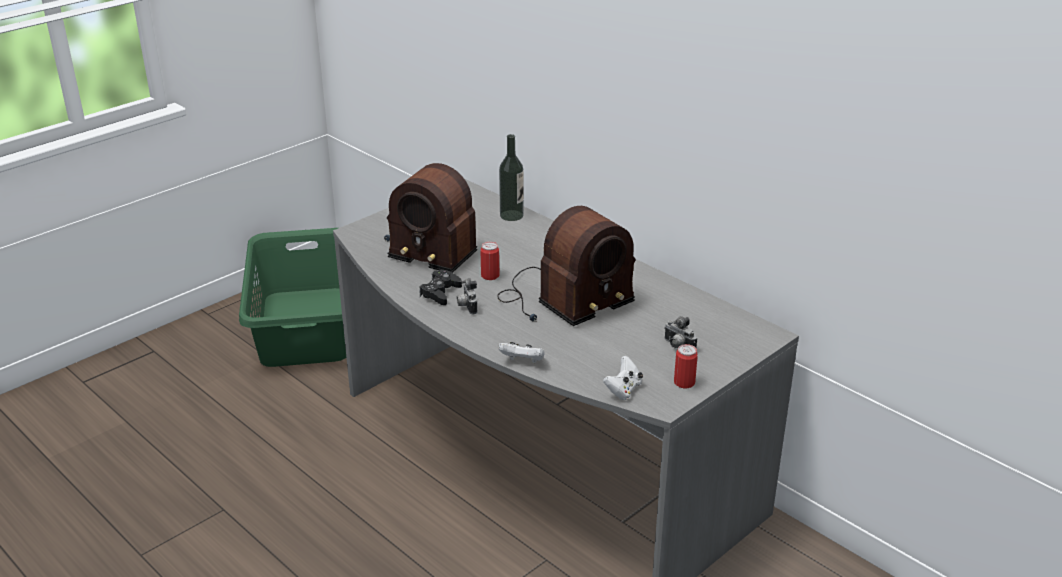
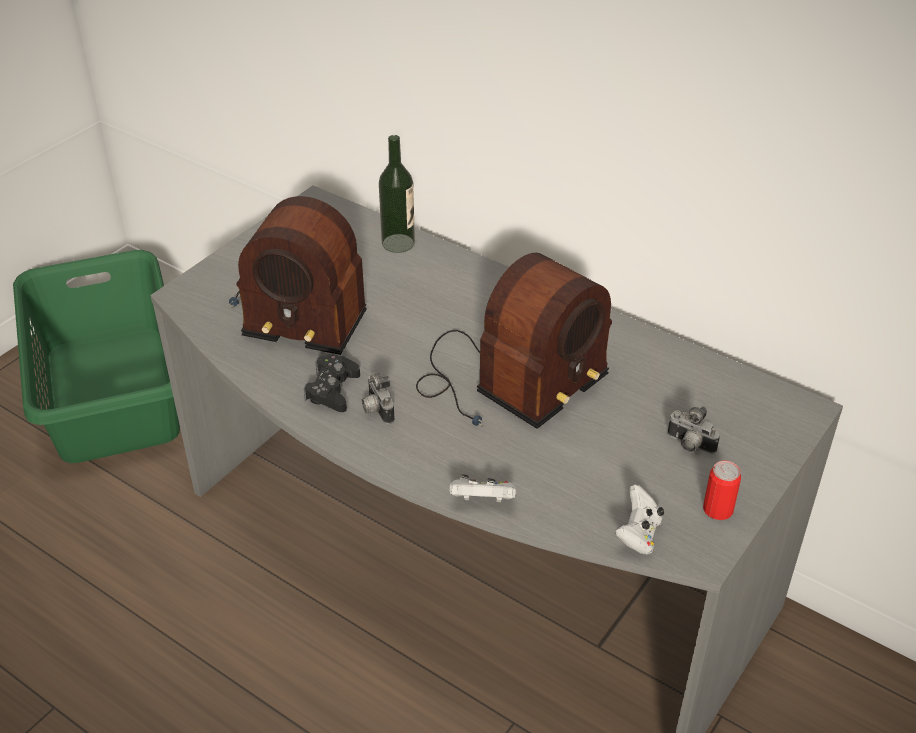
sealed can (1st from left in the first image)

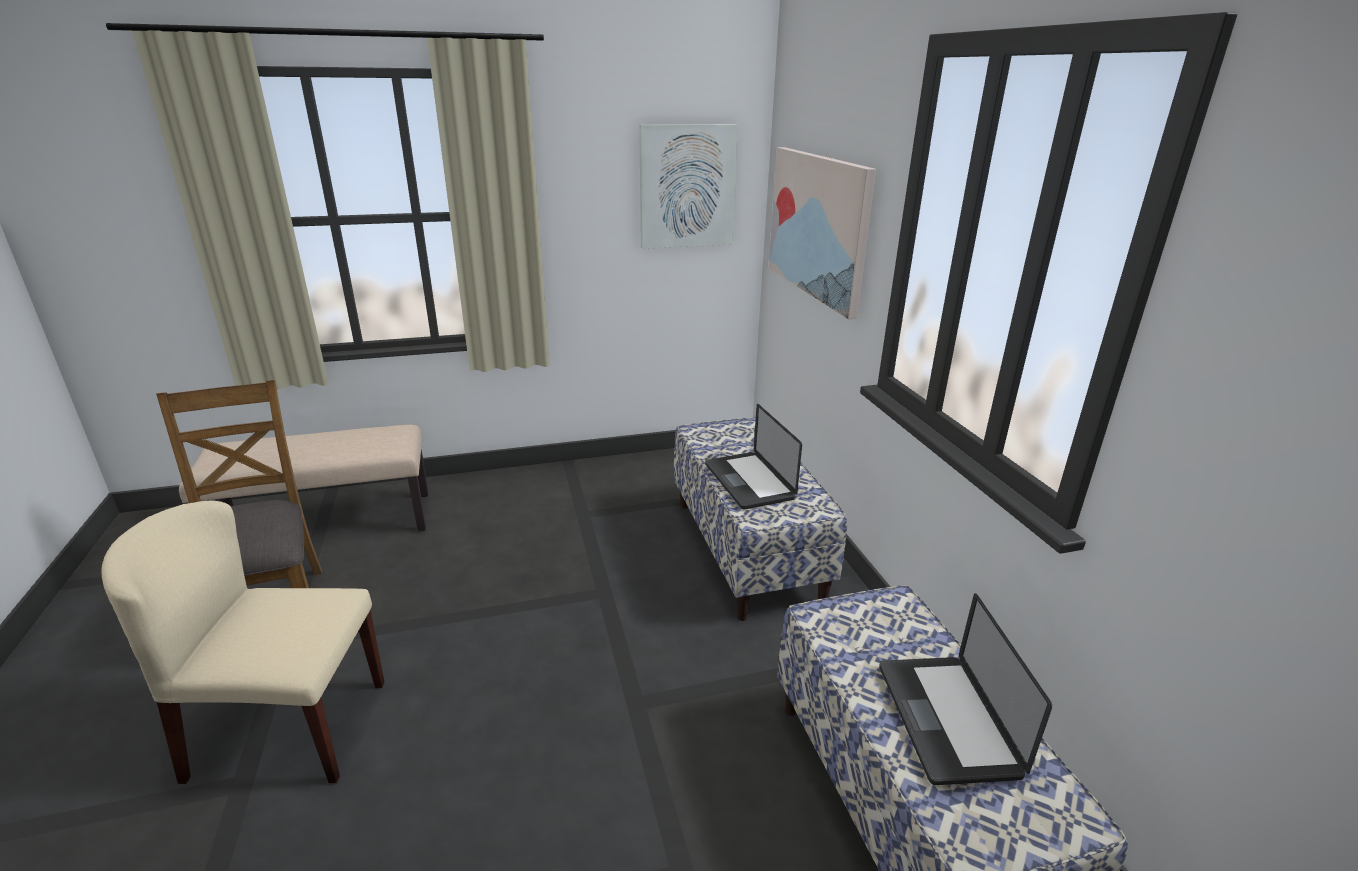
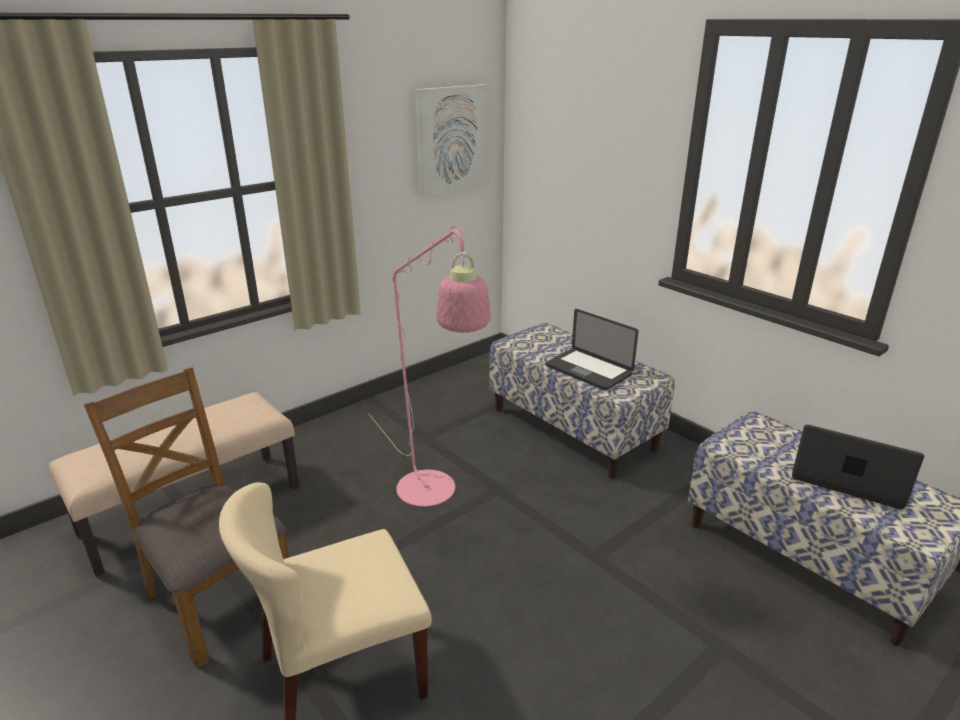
picture (2nd from left in the first image)
portable computer (2nd from left)
standing lamp/pinkish

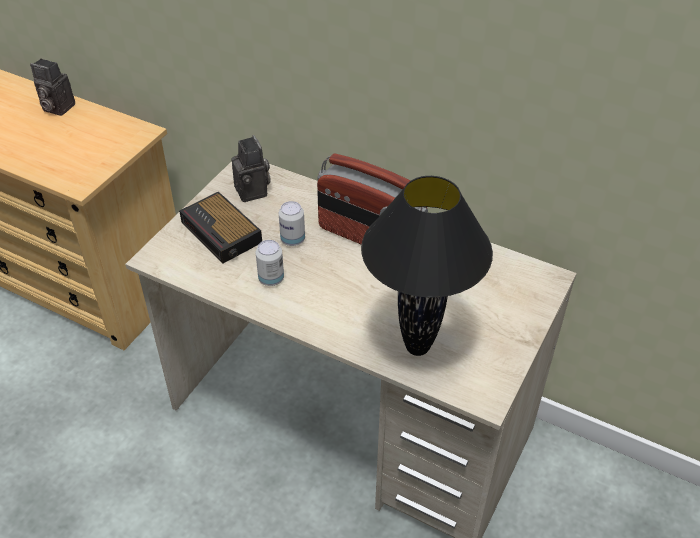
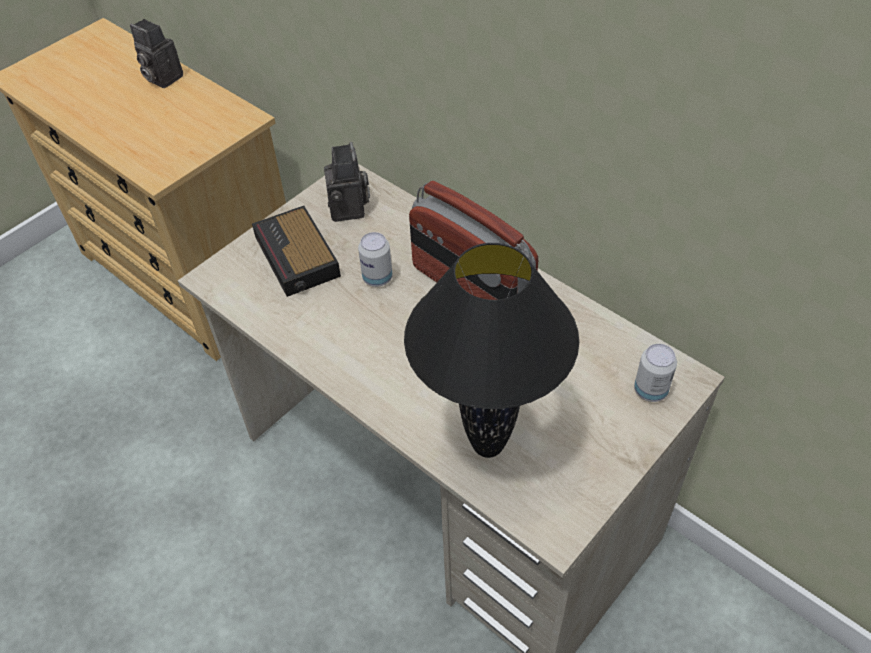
sealed can (2nd from left)

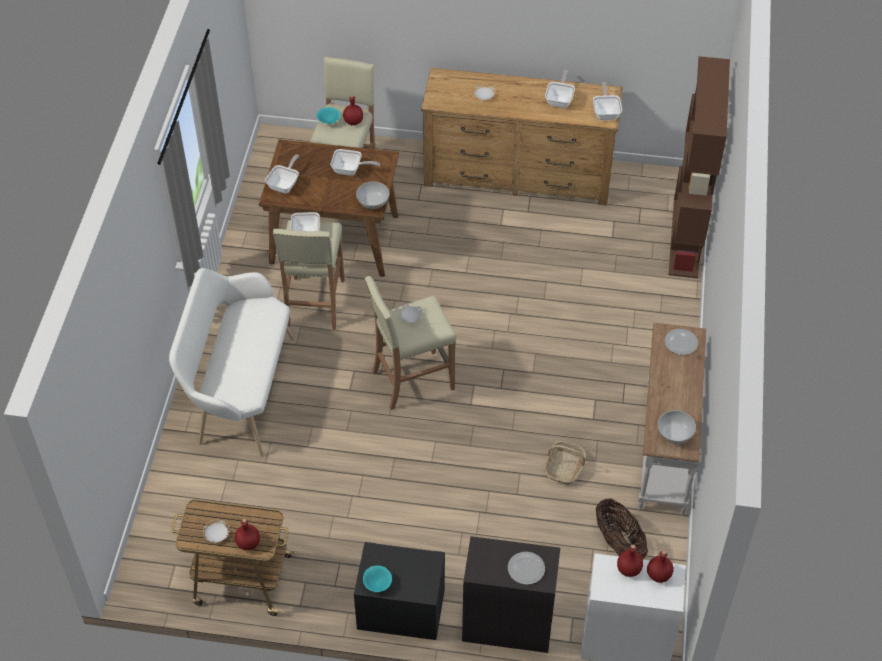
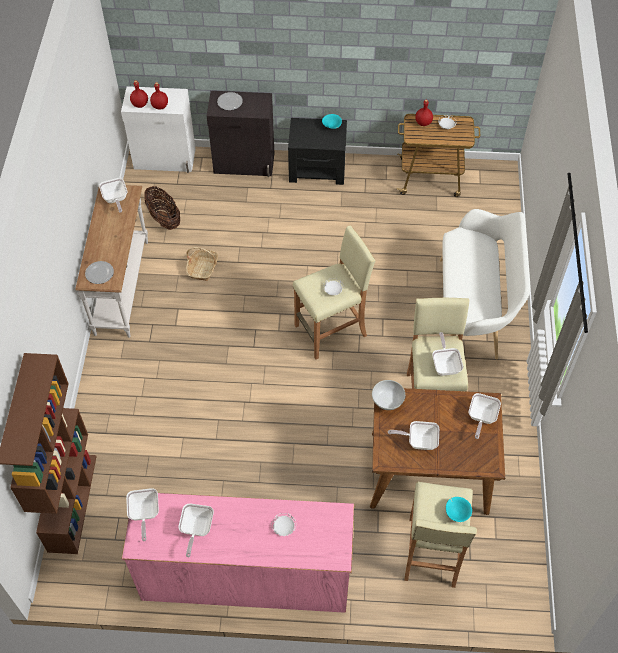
drawer chest/pinkish
beverage bottle/reddish (2nd from left in the first image)
frying pan (1st from left)

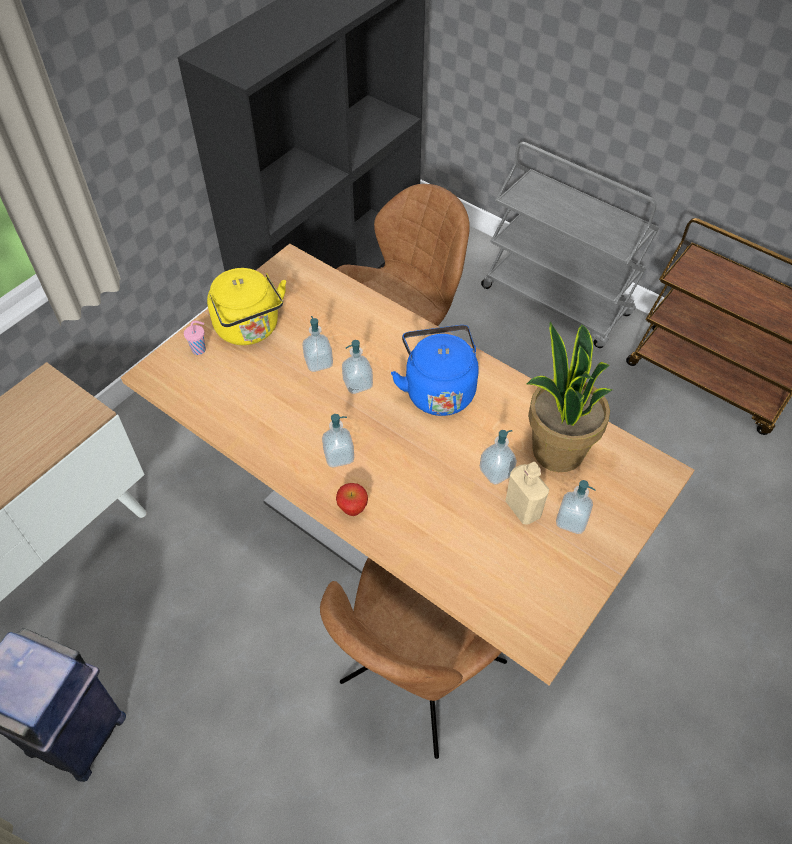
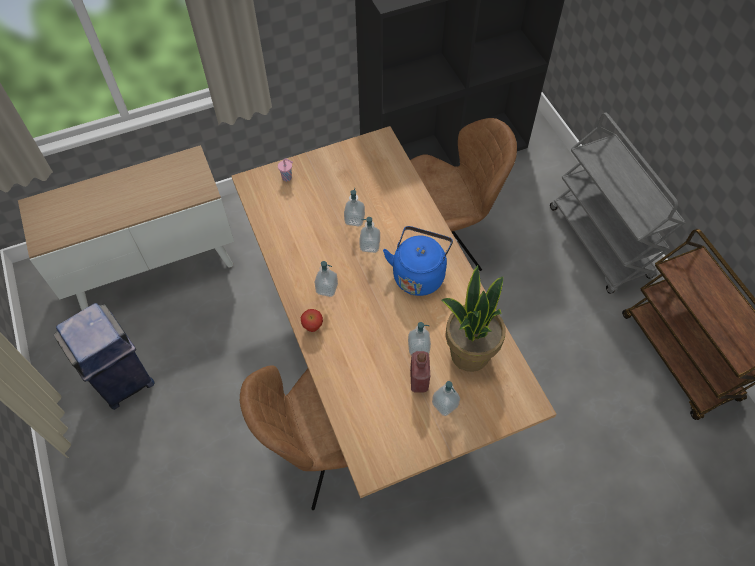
water kettle/yellowish
beverage bottle/reddish

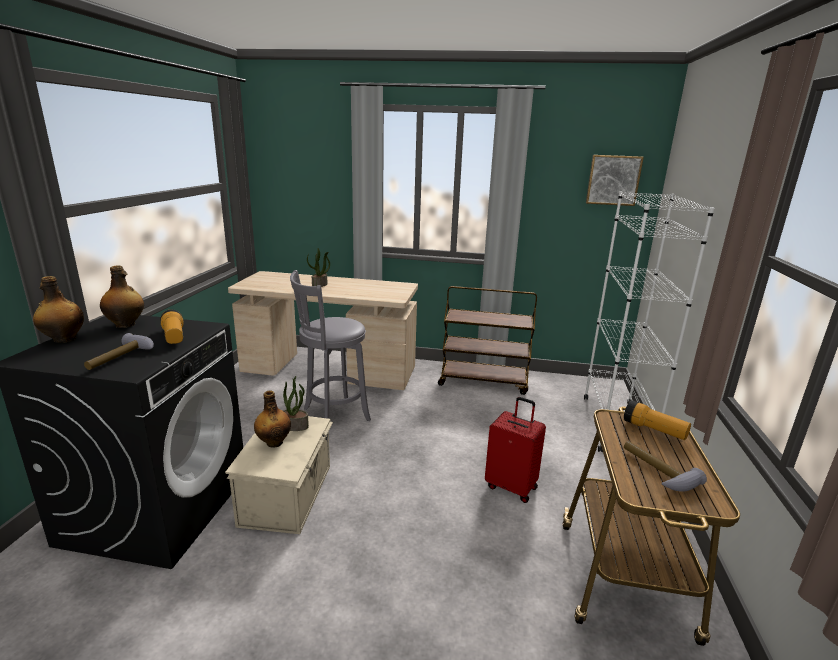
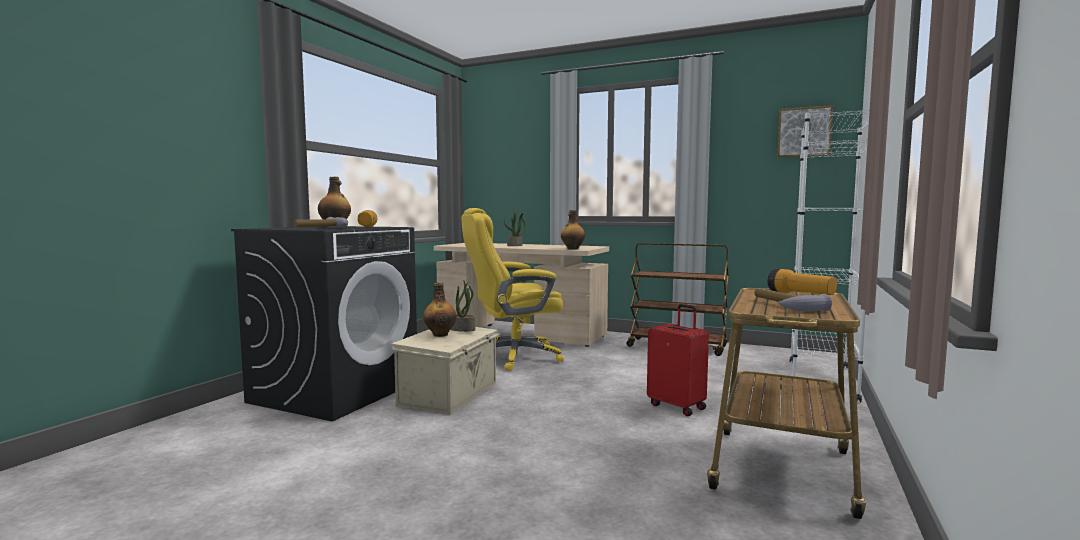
desk chair/yellowish
beverage bottle (3rd from left)

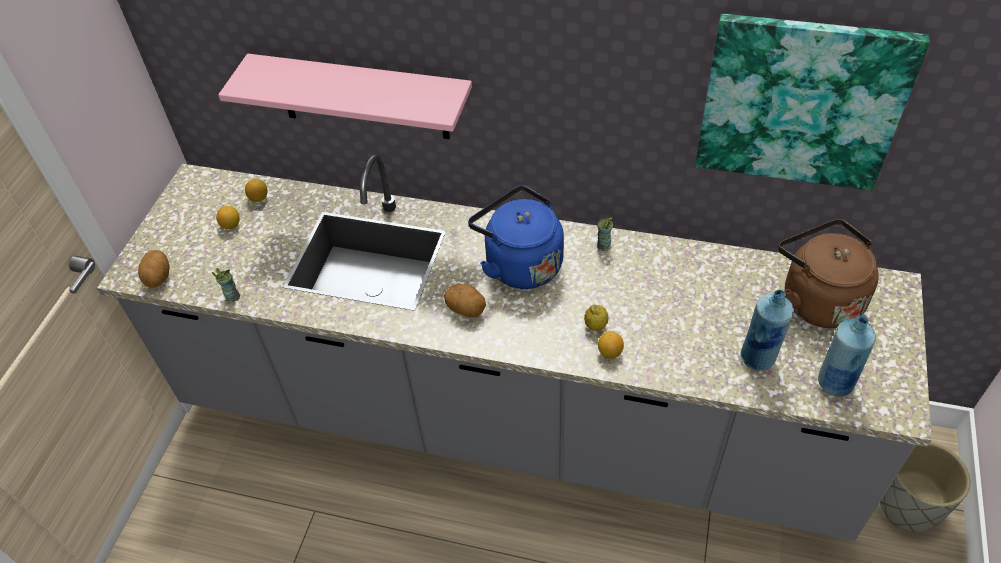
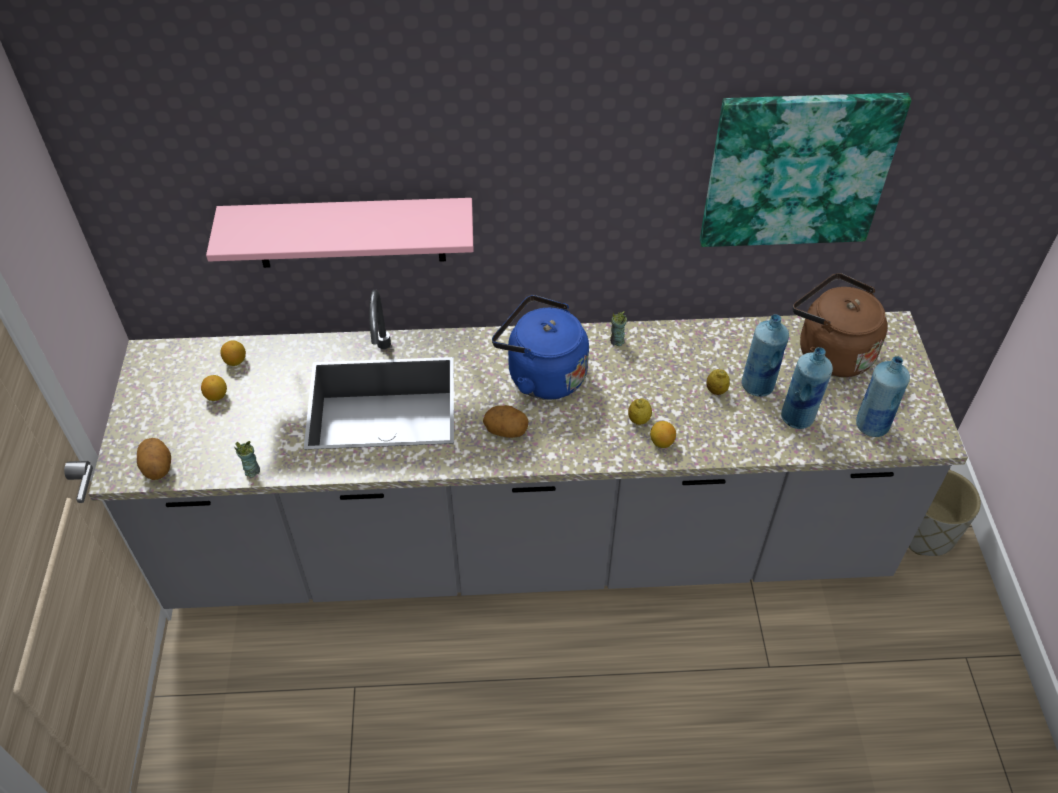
beverage bottle/bluish (1st from left)
citrus fruit (5th from left)

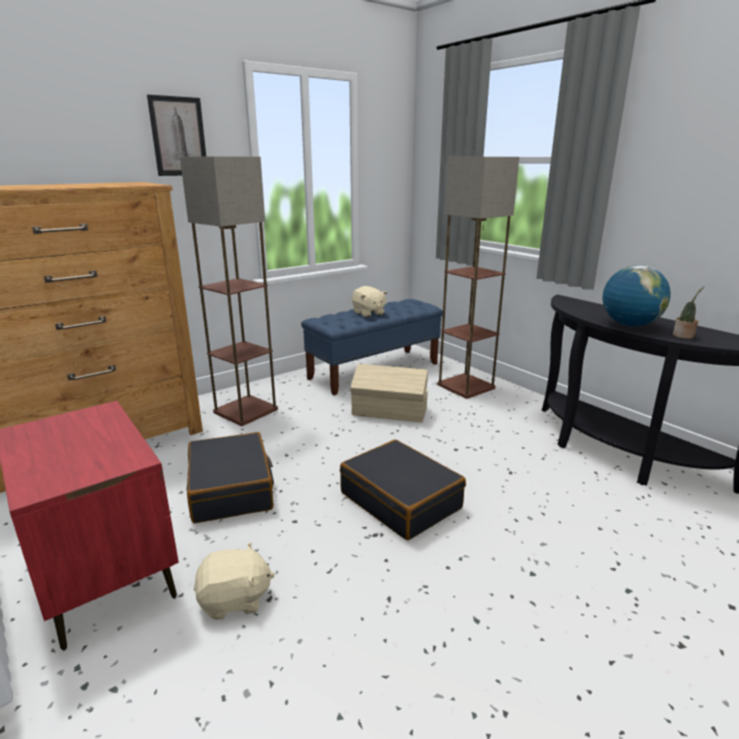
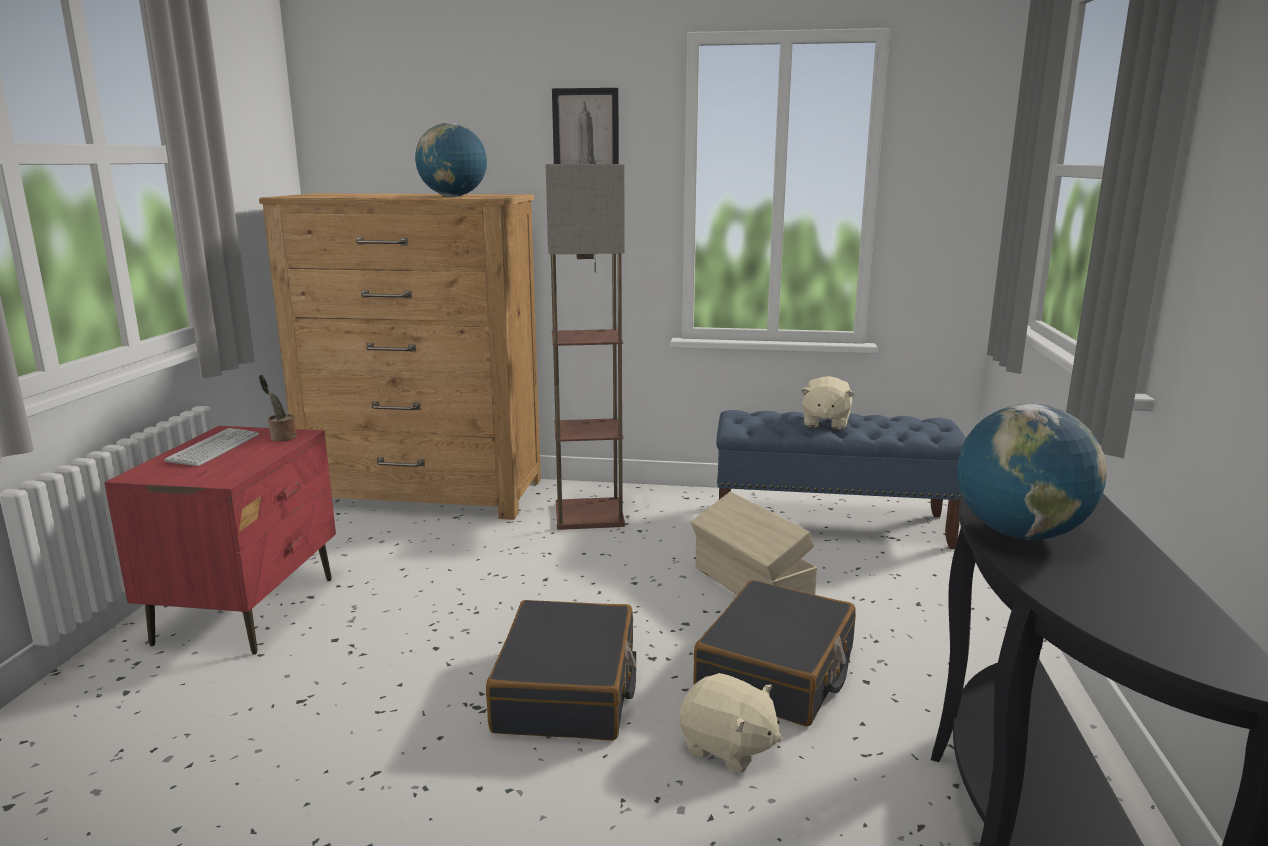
standing lamp (2nd from left in the first image)
plant in a pot
piece of luggage/black (2nd from left)
cuddly toy/sand-coloured (1st from left)
desk globe (1st from left)
computer keyboard

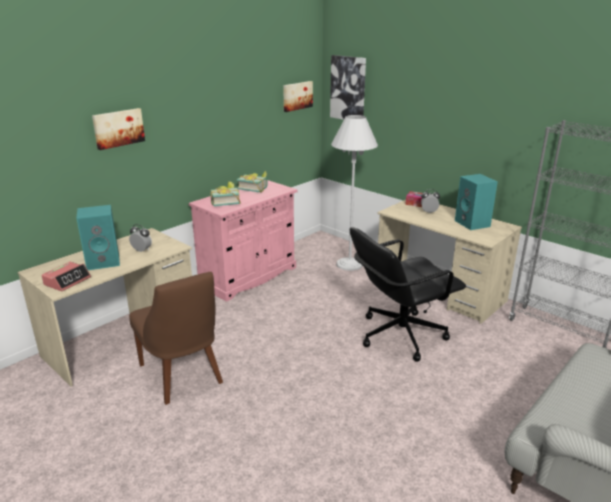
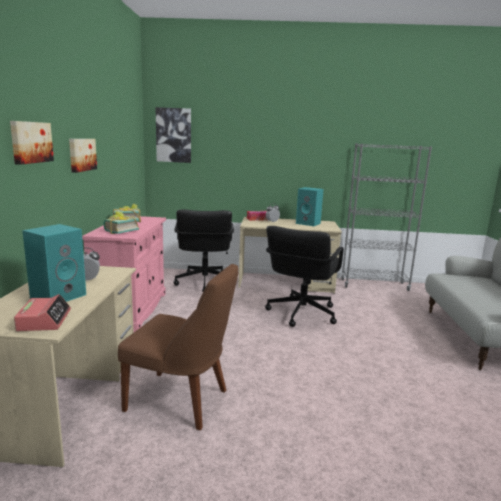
picture (2nd from left)
desk chair/black (1st from left)

